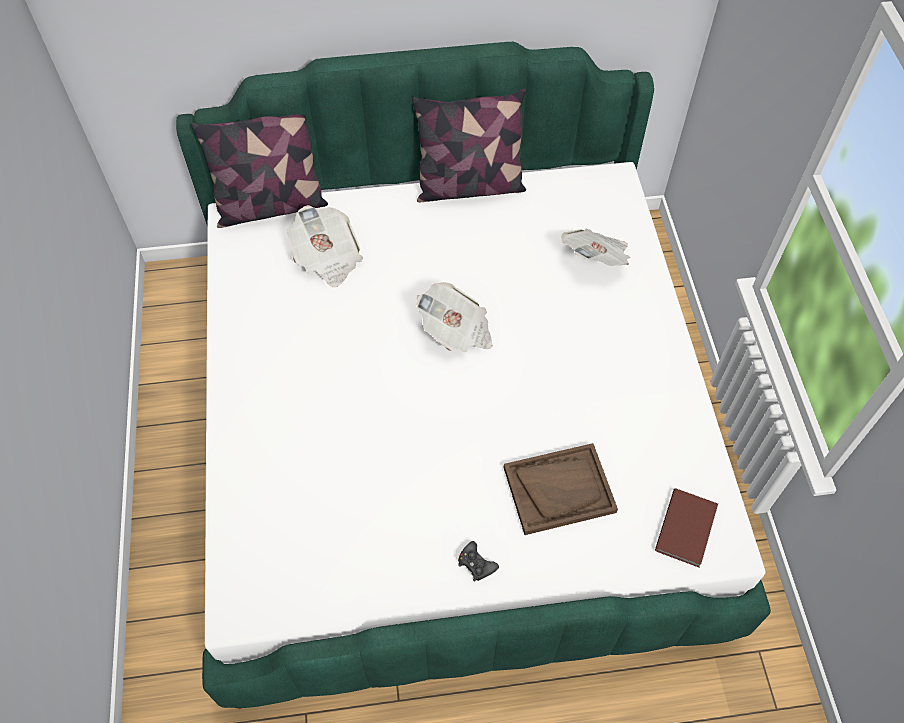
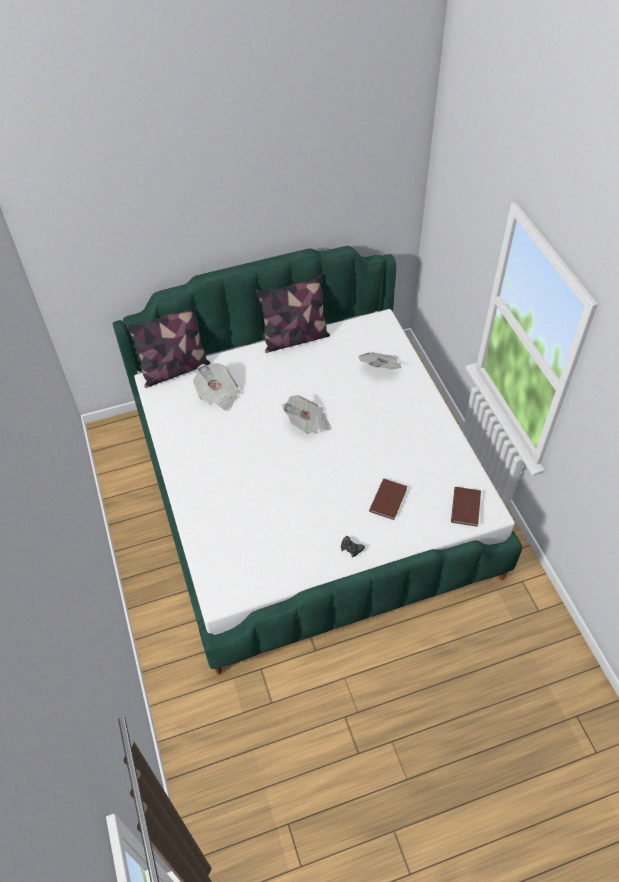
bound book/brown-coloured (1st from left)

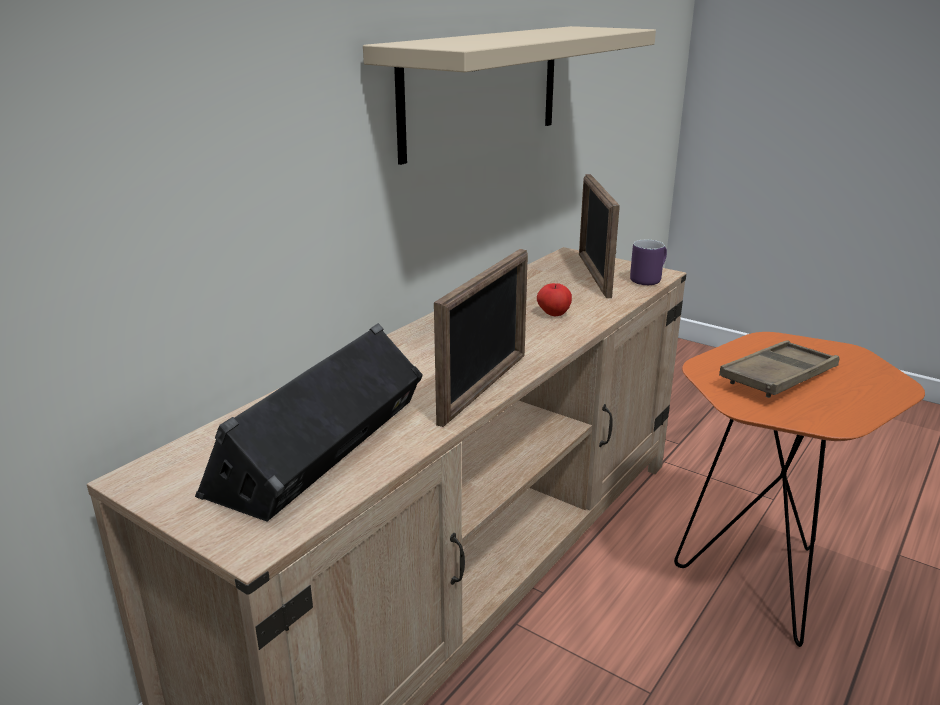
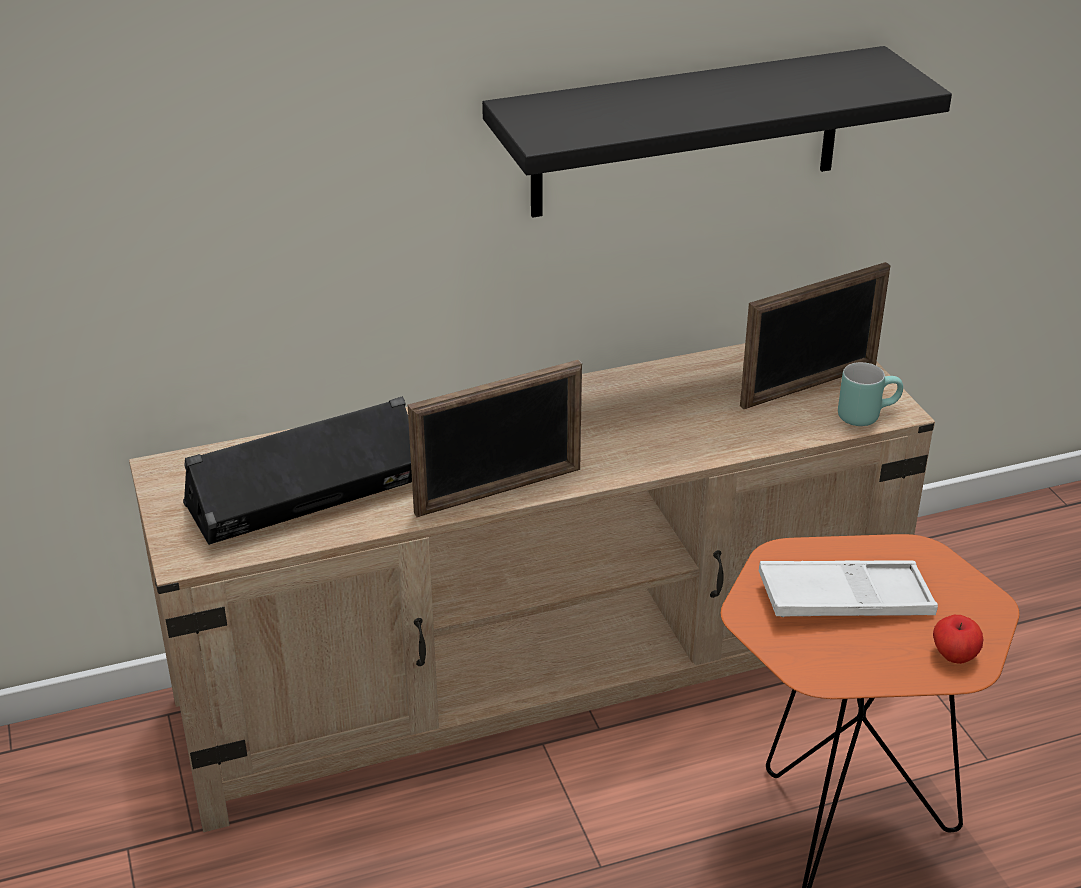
shelf/black
picture frame (2nd from left)
mug/turquoise-coloured
apple fruit
carrying tray/white-coloured

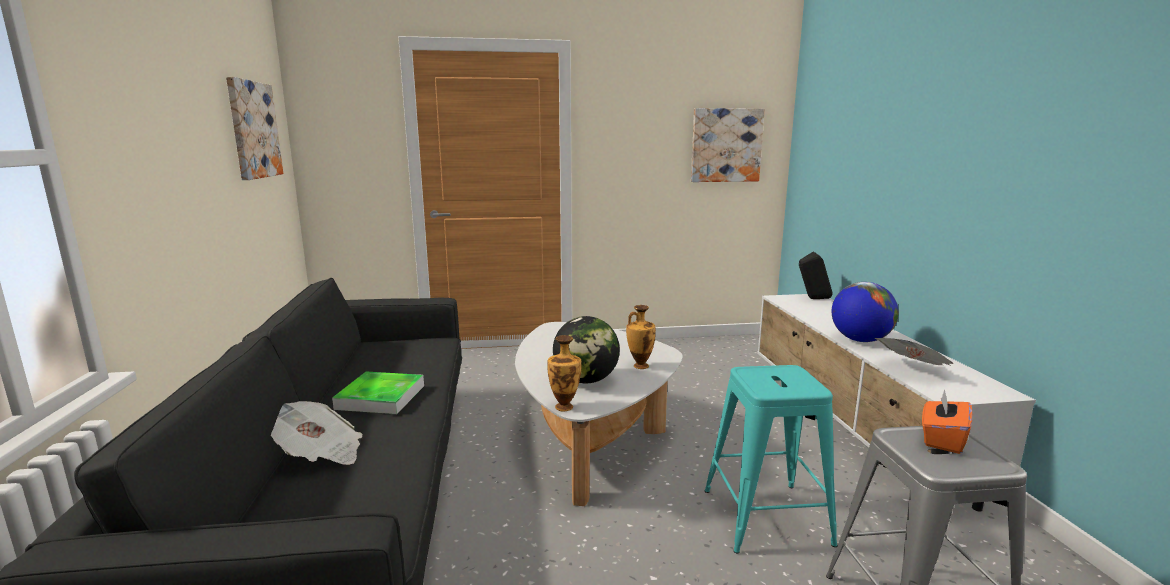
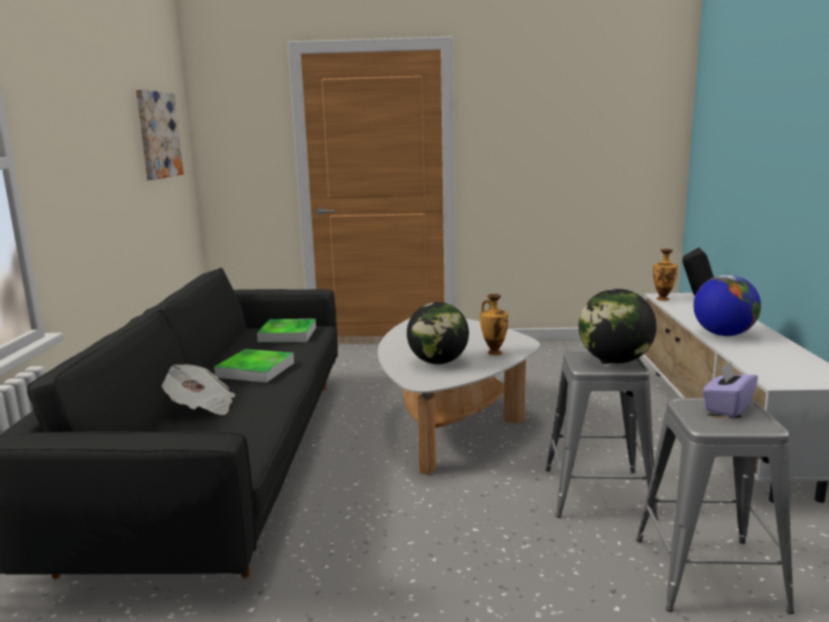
picture (2nd from left in the first image)
vase (2nd from left)
printed paper (2nd from left in the first image)
sitting stool/greyish (1st from left)
tissue box/purple-coloured
desk globe (2nd from left)
carrying tray (2nd from left)

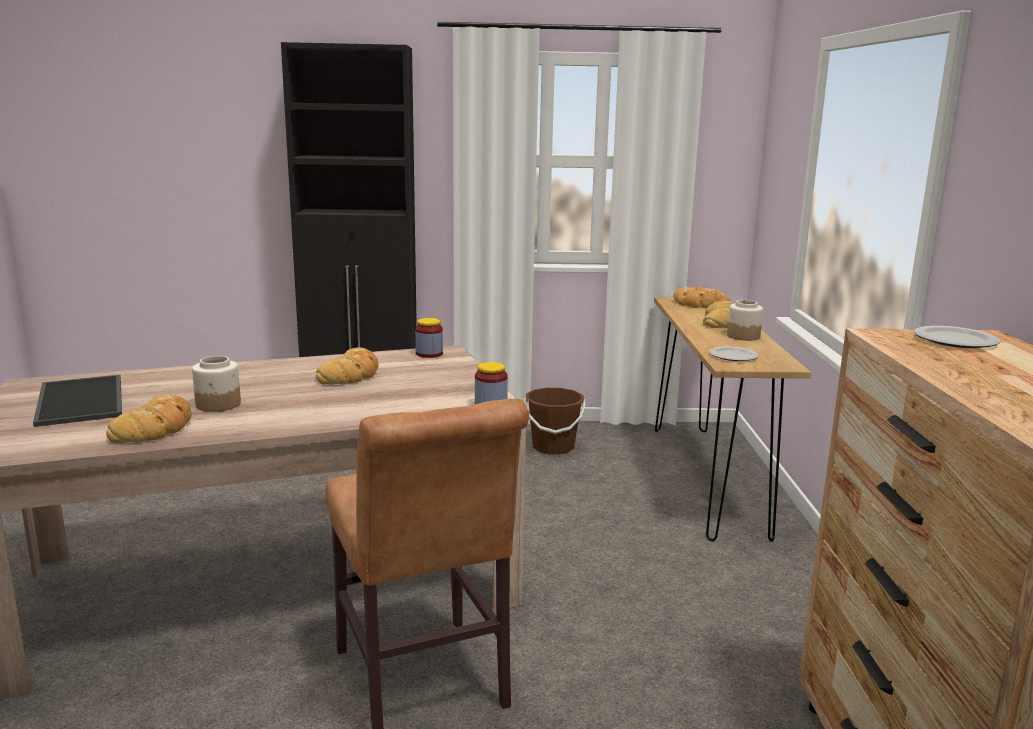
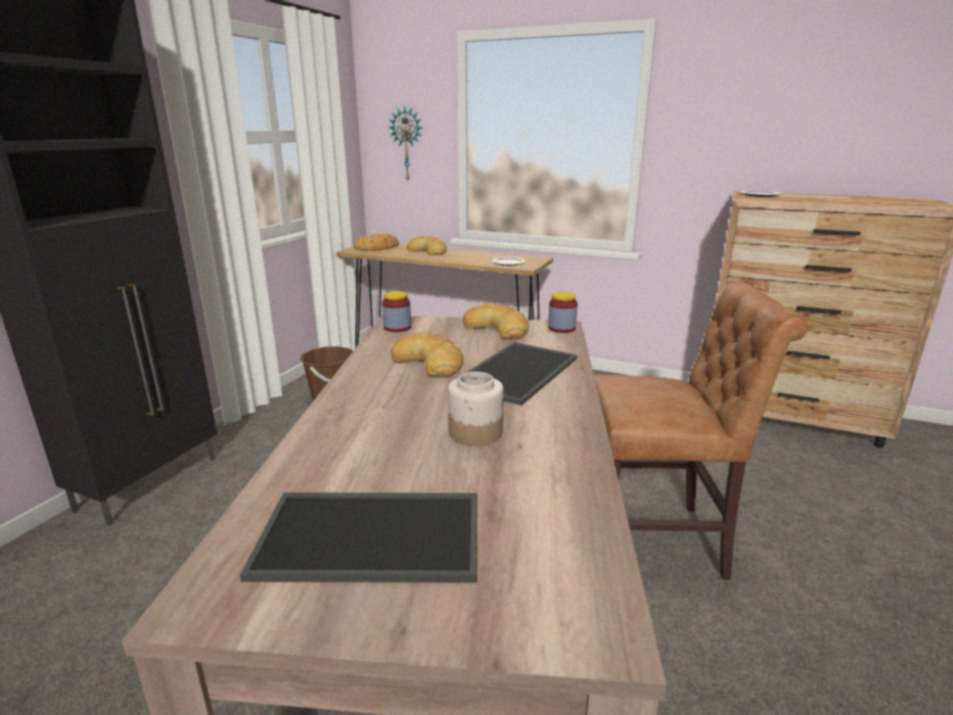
storage jar (4th from left in the first image)
bread (4th from left)
hanging clock
carrying tray (2nd from left)

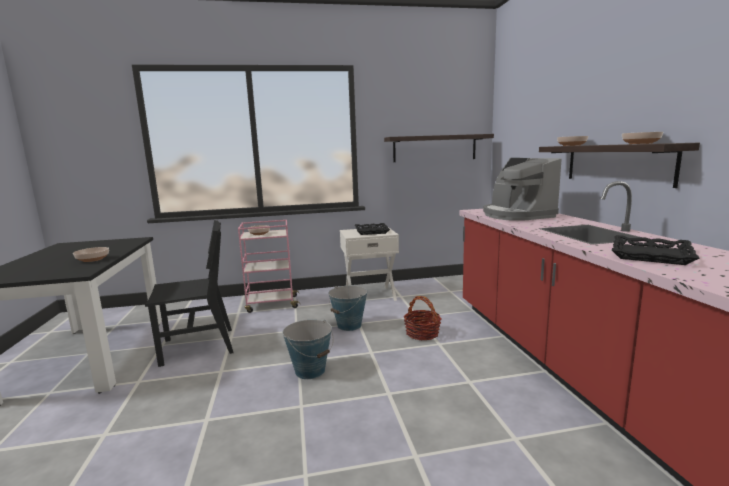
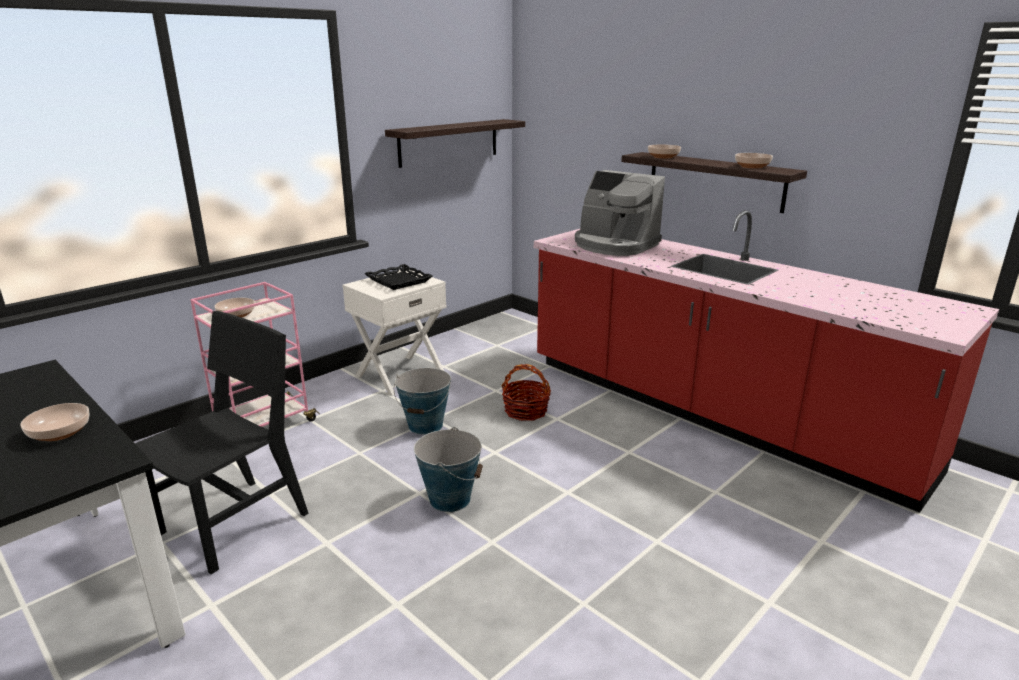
carrying tray/black (2nd from left in the first image)

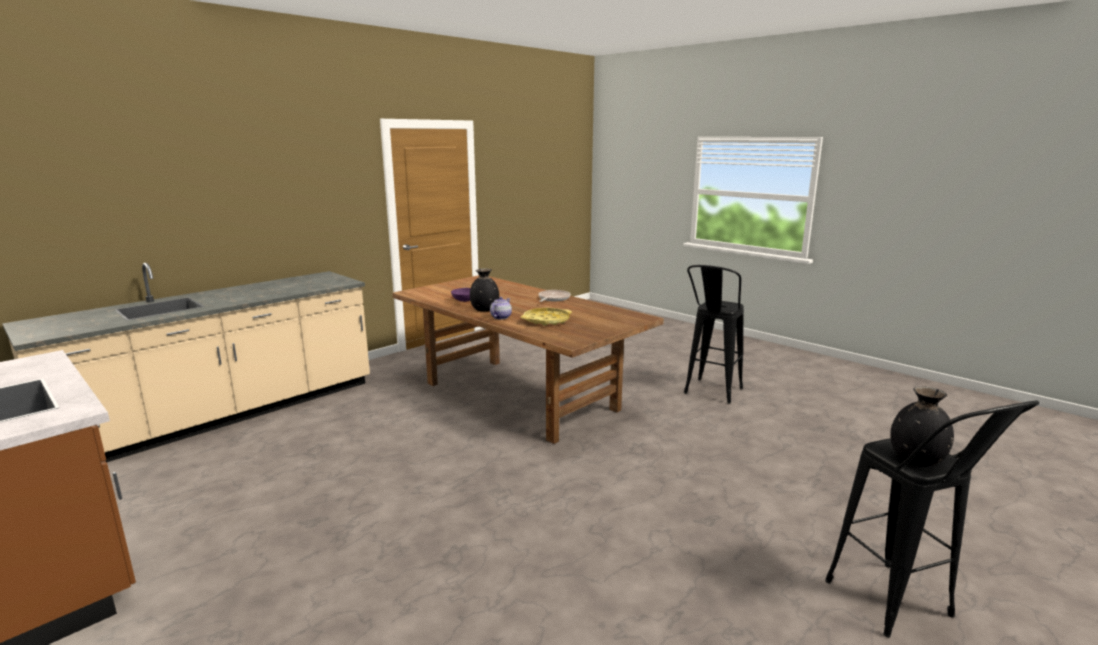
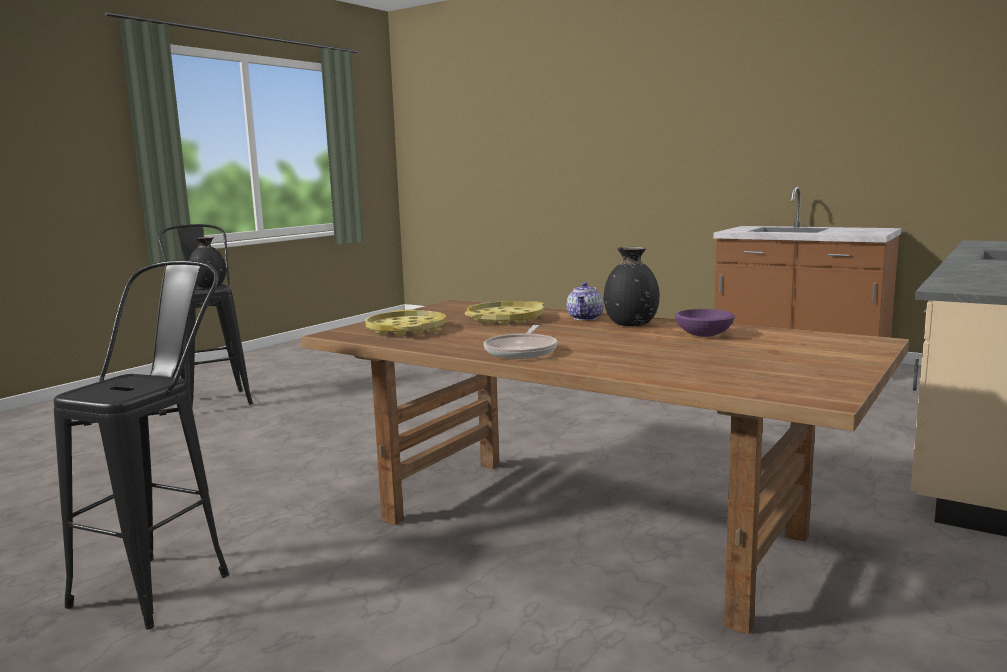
carrying tray/yellowish (1st from left)

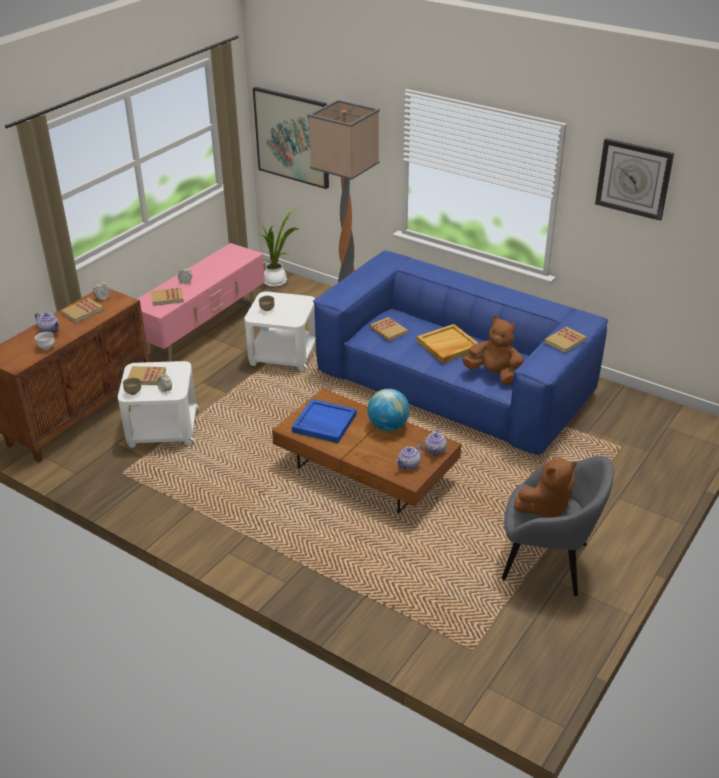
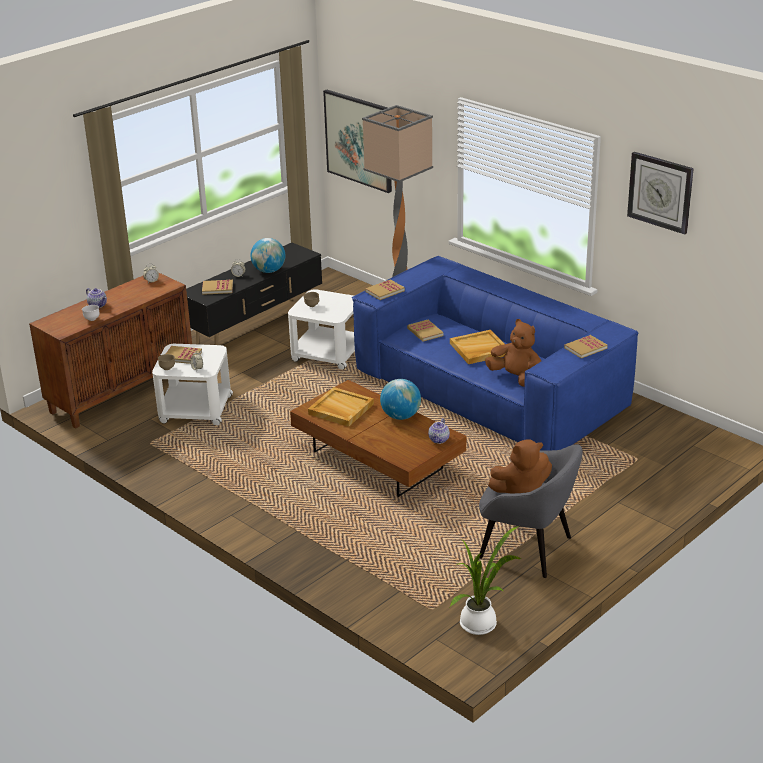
plant in a pot
tv unit/black
bound book (3rd from left)
carrying tray/sand-coloured (1st from left)
teapot (2nd from left in the first image)
desk globe (1st from left)

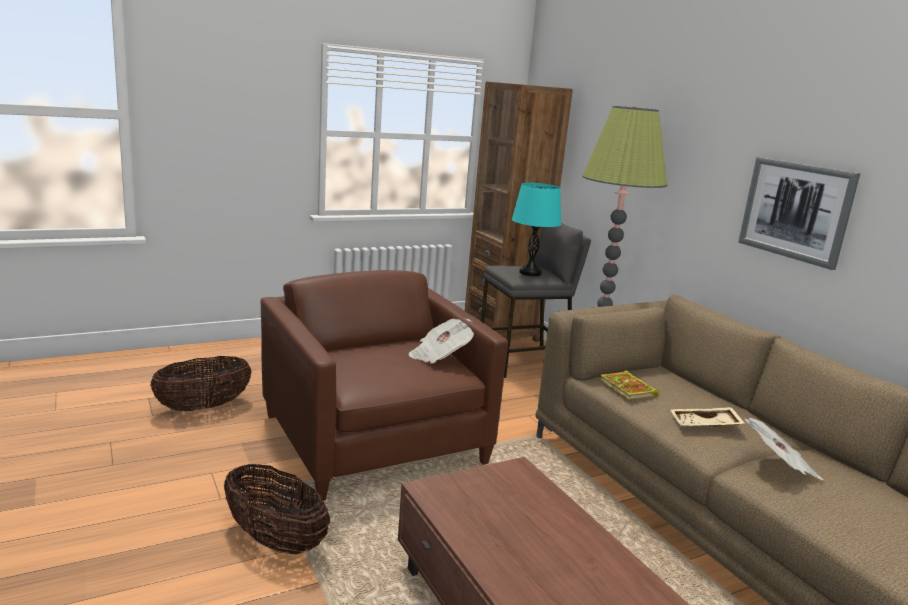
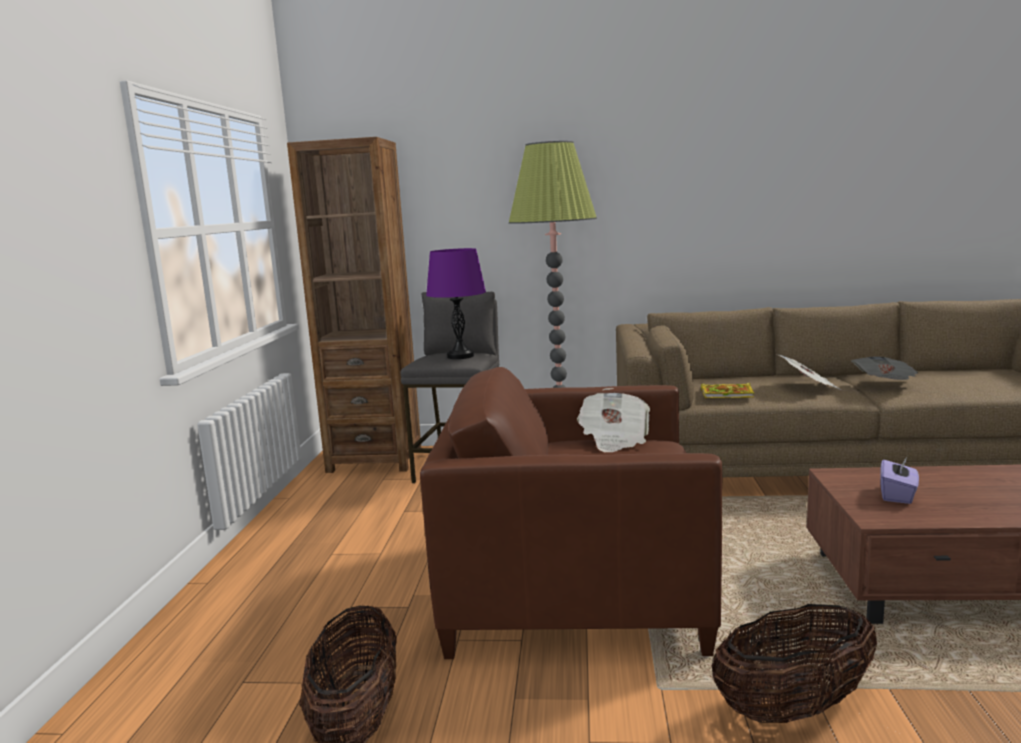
picture
table lamp/purple-coloured
printed paper (2nd from left)
tissue box/purple-coloured

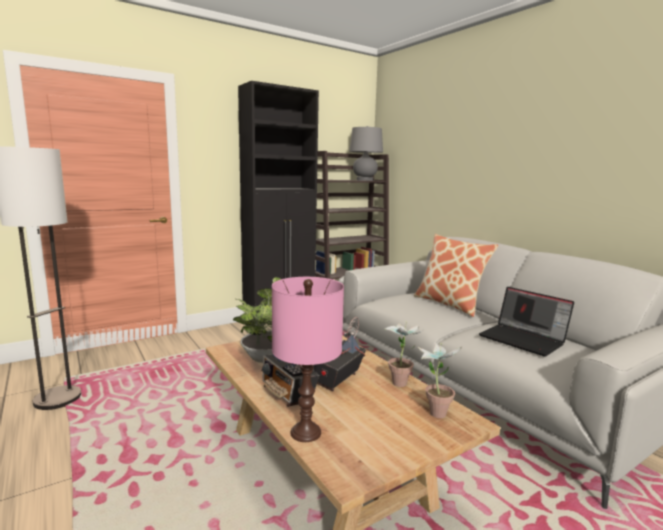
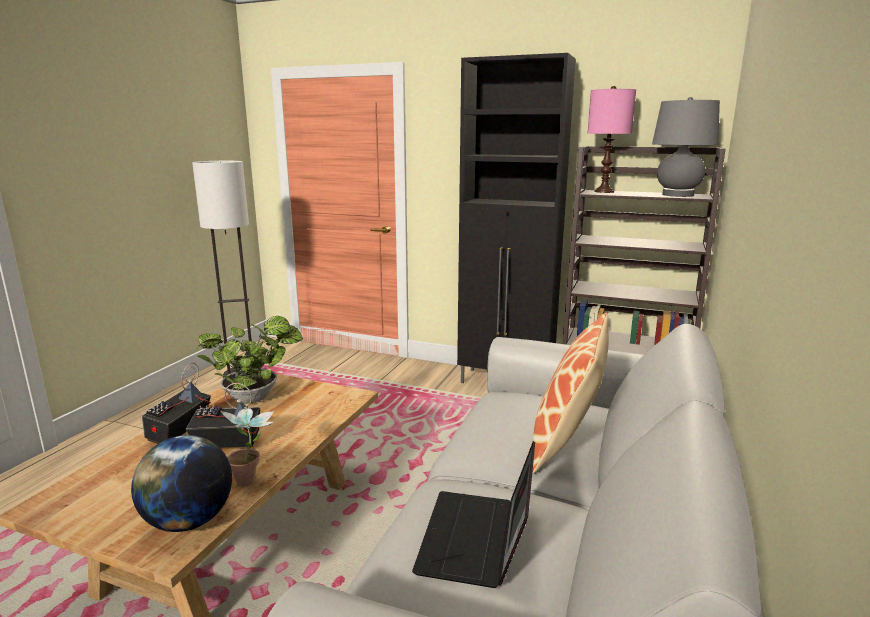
table lamp/pinkish
desk globe

